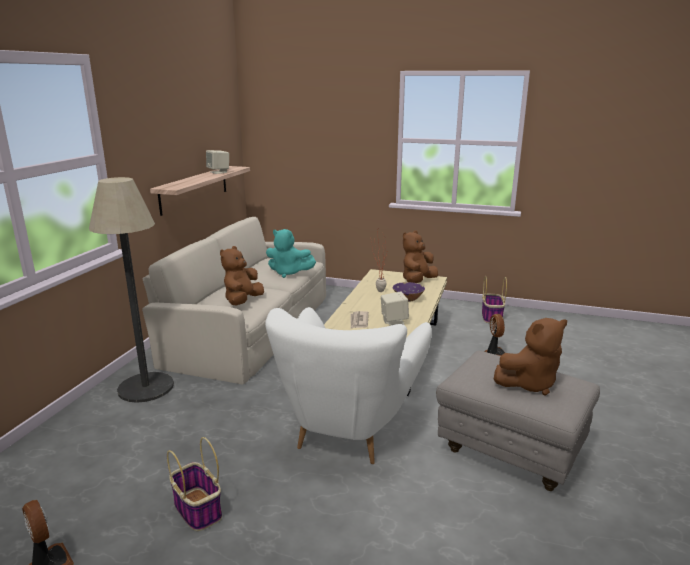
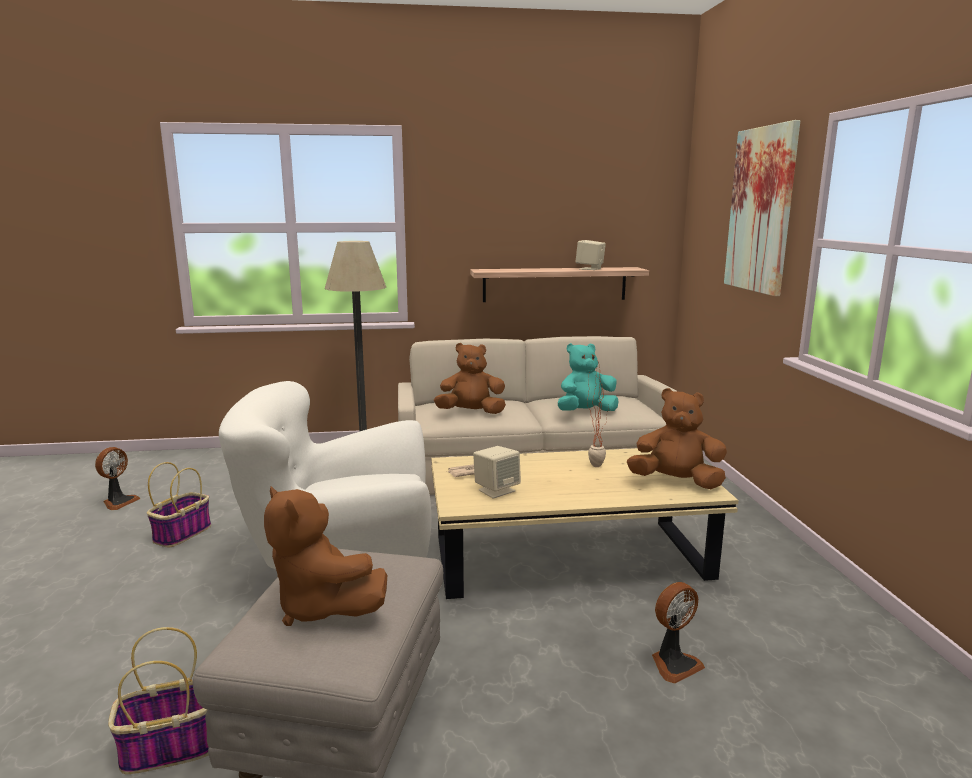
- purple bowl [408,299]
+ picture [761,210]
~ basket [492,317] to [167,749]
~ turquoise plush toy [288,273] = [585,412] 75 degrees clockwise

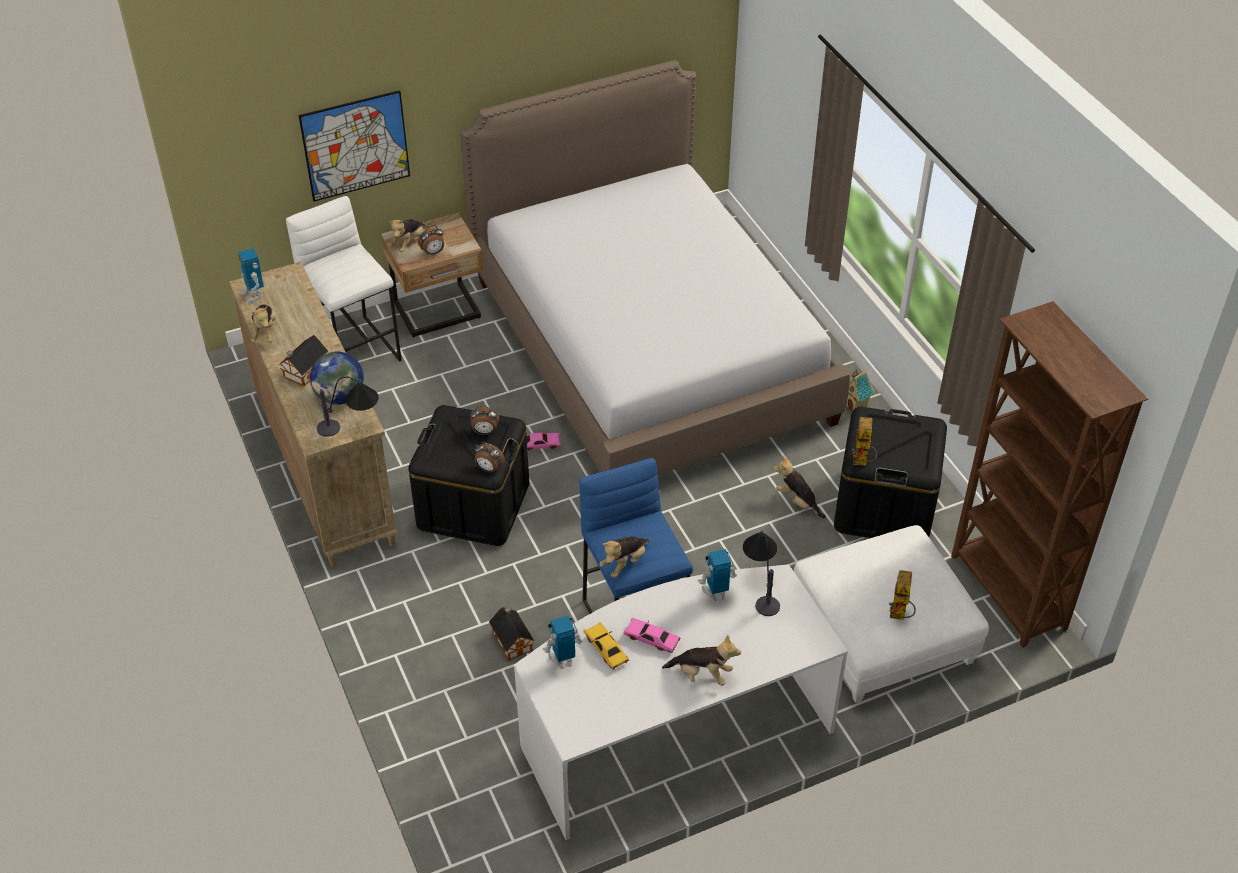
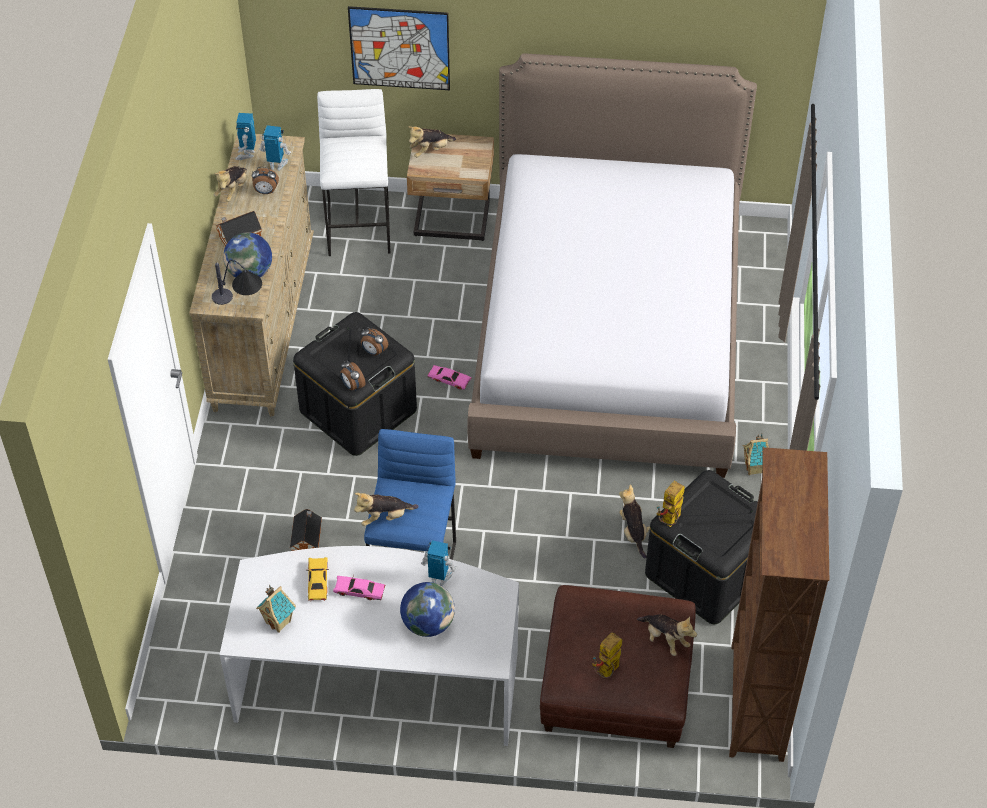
- table lamp [760,586]
+ toy house [279,622]
+ globe [428,623]
~ alarm clock [433,252] to [266,192]
~ toy robot [563,660] to [277,165]
~ plush toy [702,674] to [665,639]
~ white ottoman [883,633] to brown ottoman [615,684]
~ pink toy car [651,639] = [359,591] 45 degrees counterclockwise

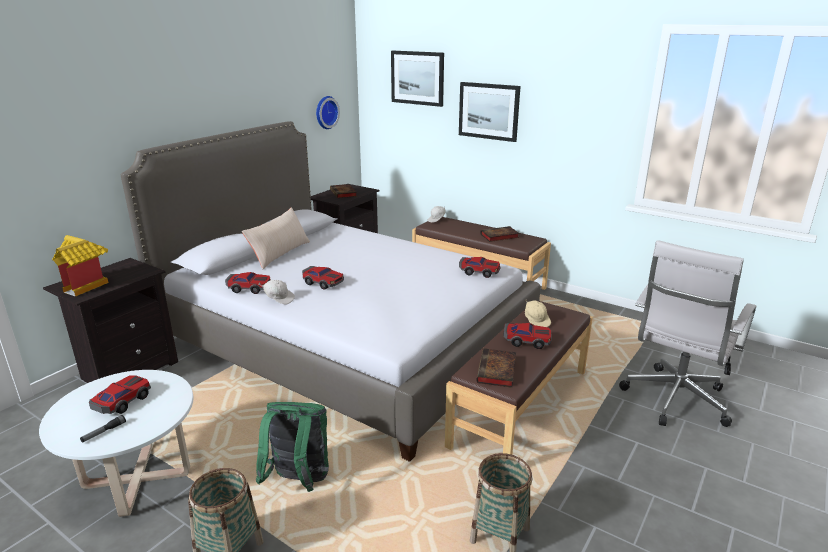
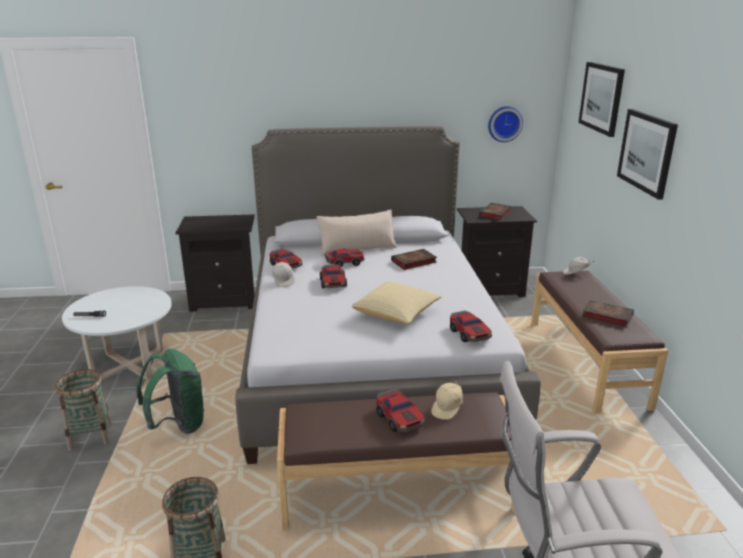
- toy house [87,285]
+ pillow [396,314]
~ toy car [122,401] to [345,262]
~ book [497,371] to [413,262]

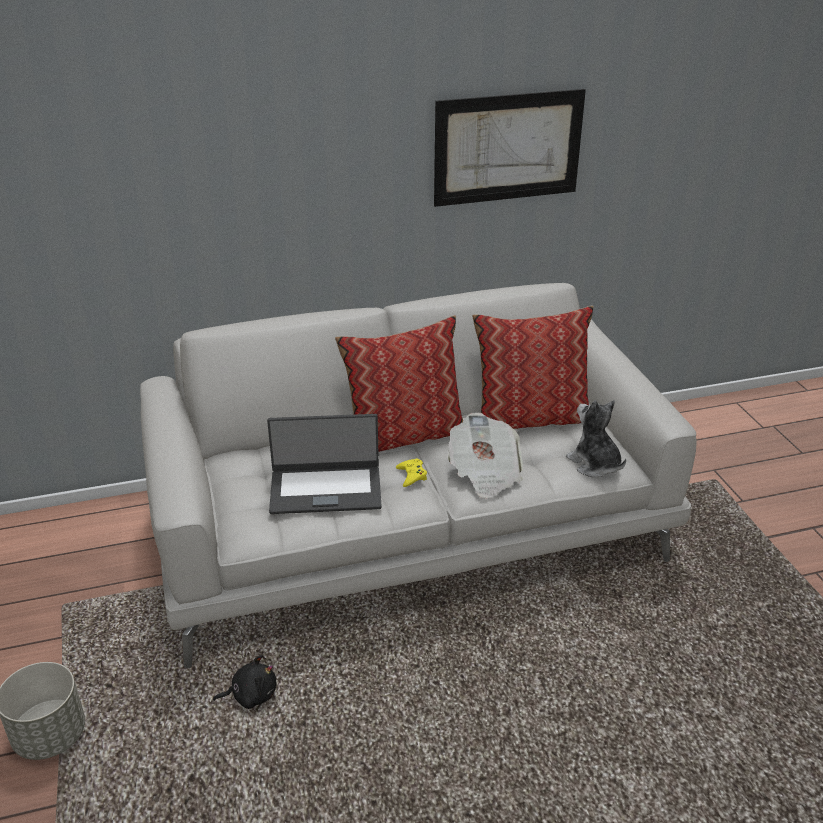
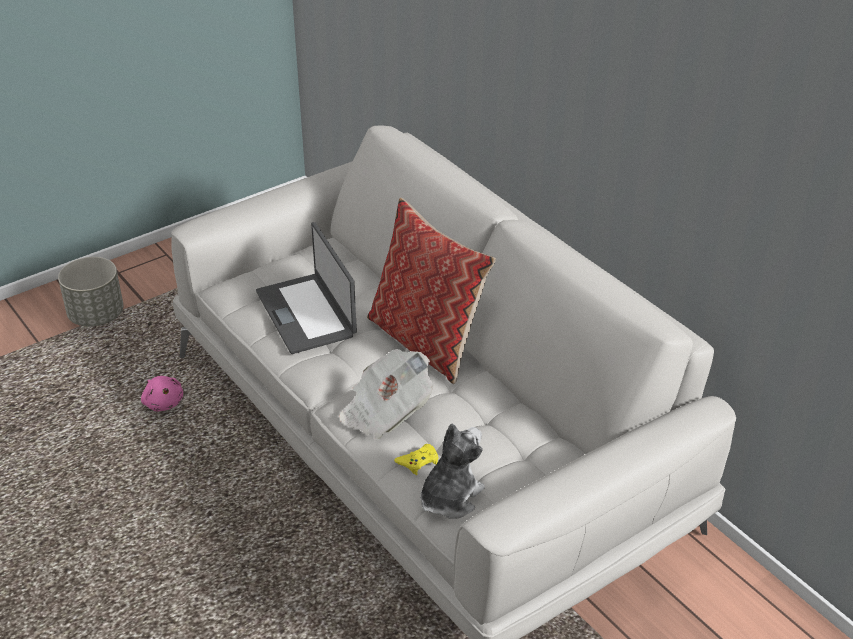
- picture [508,147]
- pillow [530,418]
~ yellow game controller [412,475] to [418,462]
~ black plush toy [251,695] to pink plush toy [163,402]

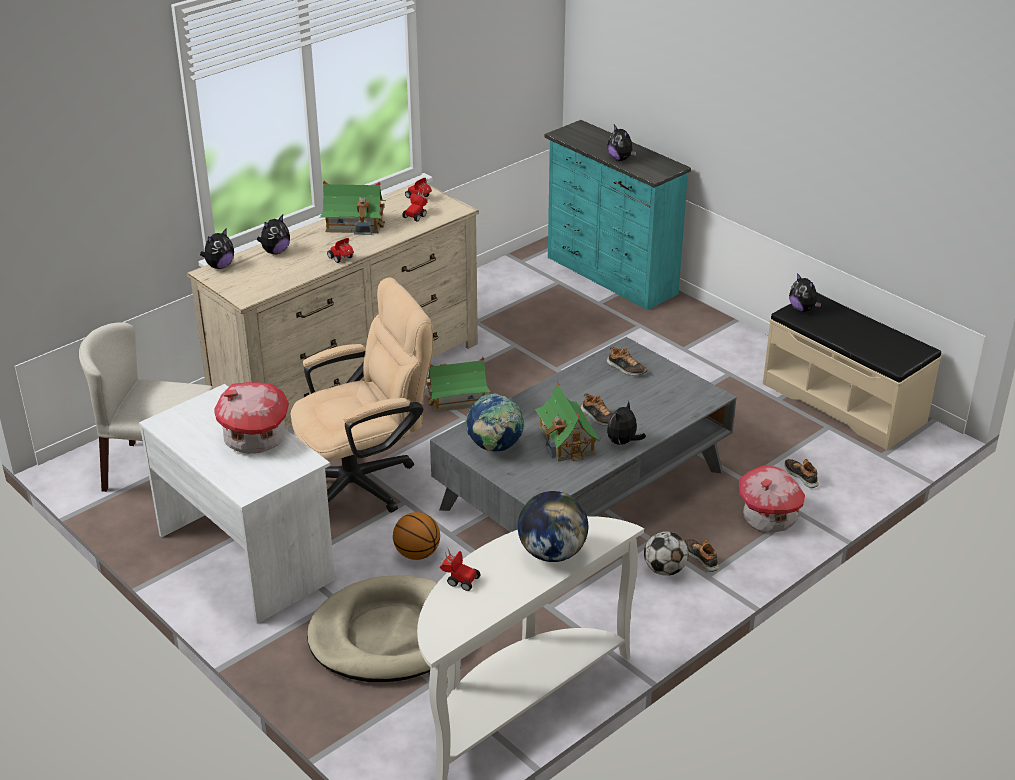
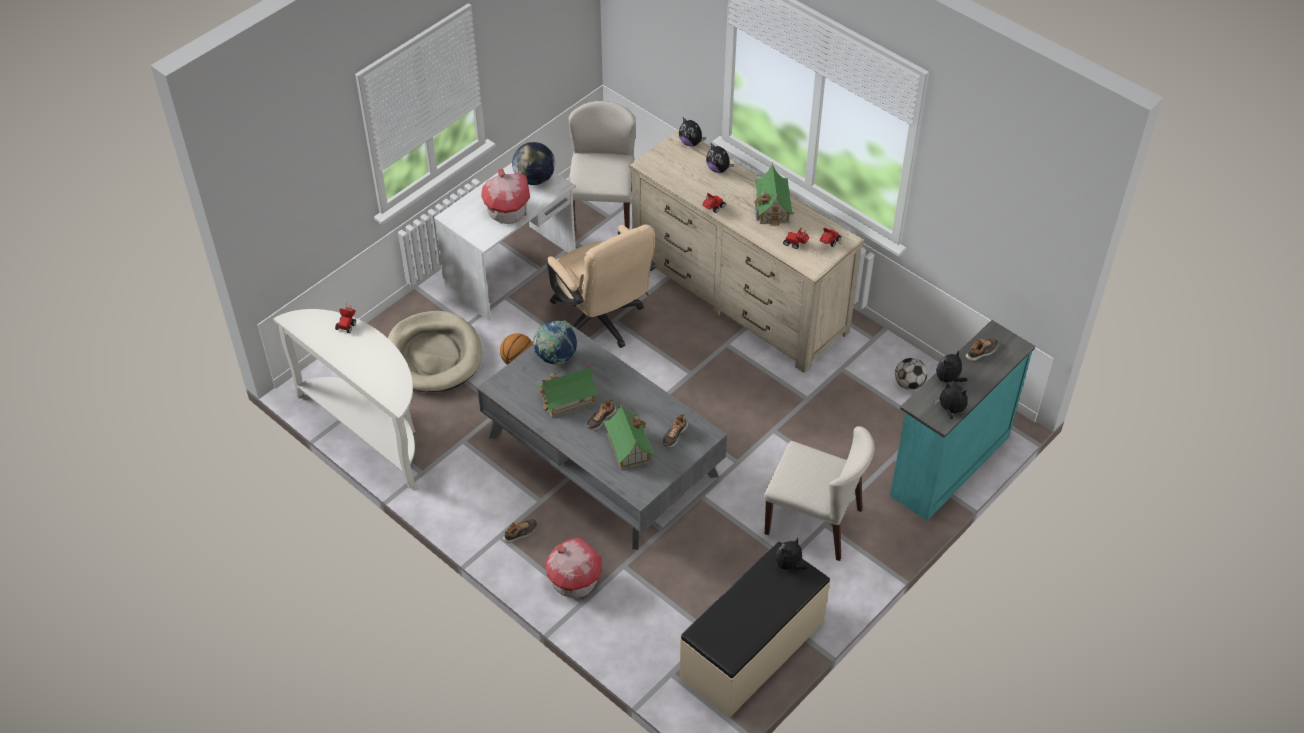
+ beige chair [814,521]
~ toy house [457,399] to [628,447]
~ globe [552,553] to [534,179]
~ plush toy [623,442] to [950,410]
~ football [664,570] to [909,384]
~ shoe [801,476] to [982,351]

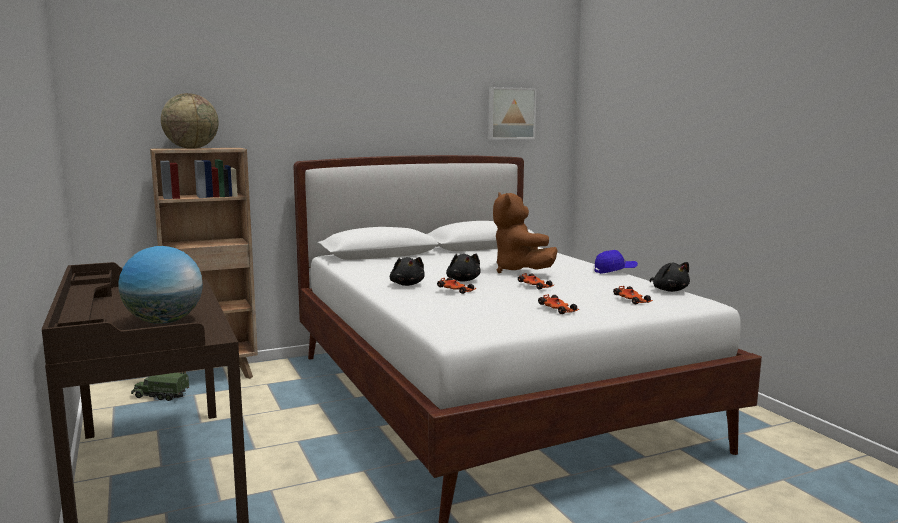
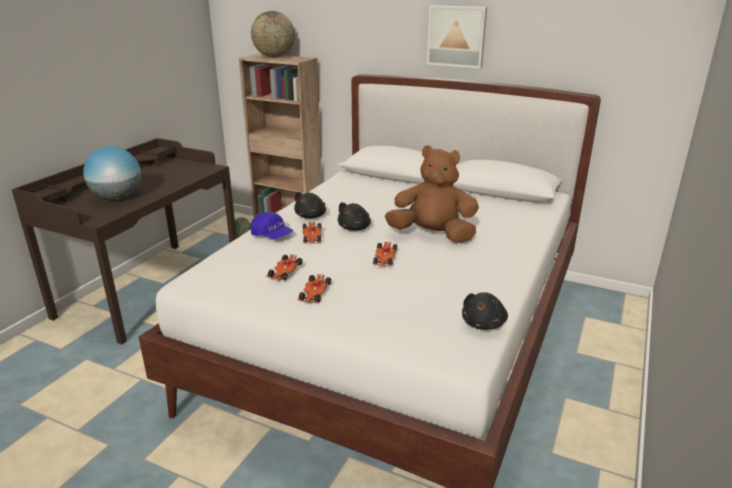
~ picture [510,113] to [457,36]
~ blue cap [615,271] to [272,235]
~ toy car [632,300] to [284,272]
~ brown plush toy [519,271] = [432,235] 75 degrees clockwise

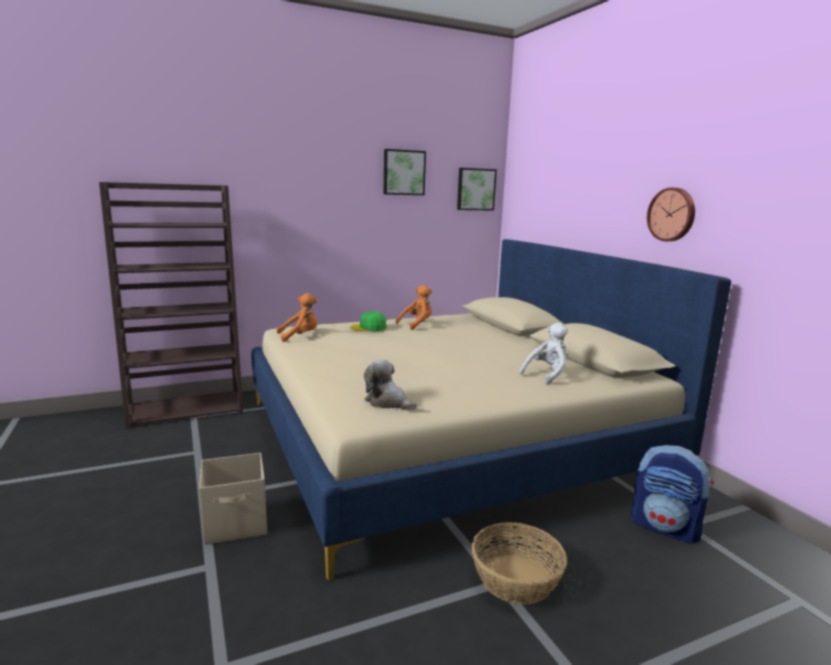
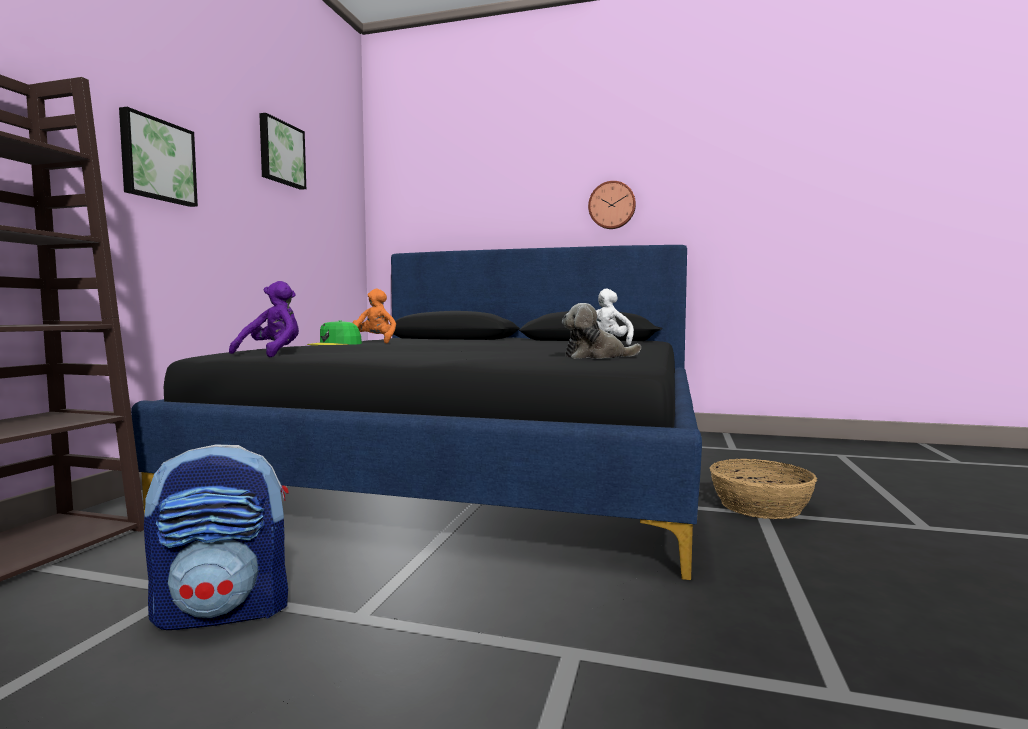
- beige storage box [236,524]
~ picture [475,189] to [157,160]
~ backpack [665,528] to [225,611]
~ beige bed [447,438] to black bed [482,463]
~ orange plush toy [300,336] to purple plush toy [273,354]

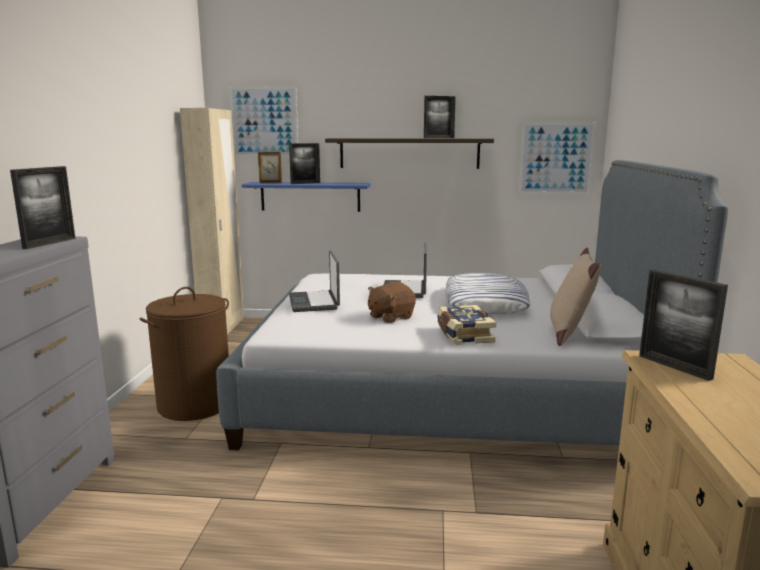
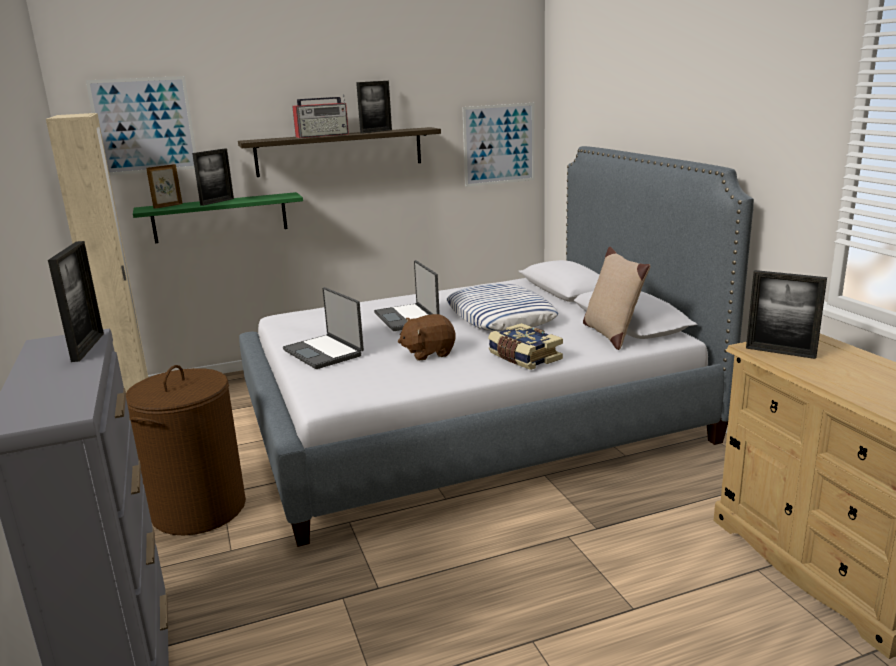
+ radio [323,135]
~ blue shelf [310,196] to green shelf [220,217]
~ brown plush toy [390,317] = [428,353] 45 degrees clockwise

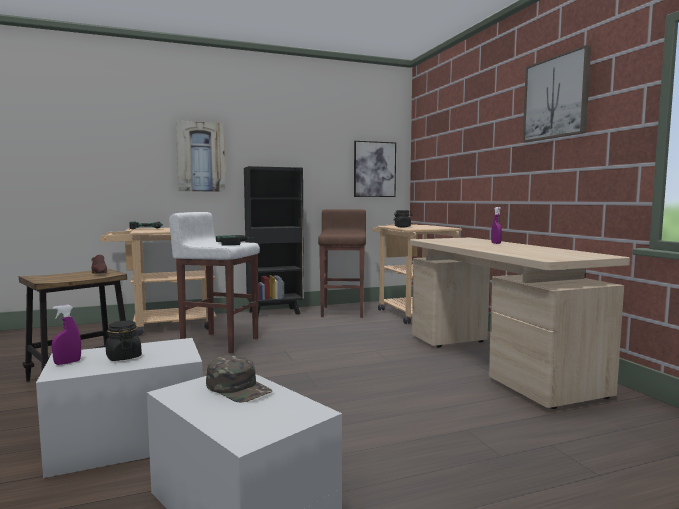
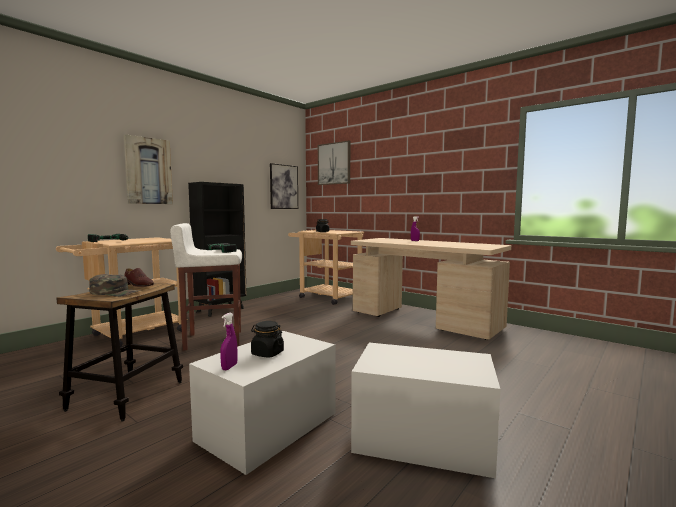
- brown stool [343,311]
~ green cap [238,388] to [116,292]
~ picture [556,98] to [334,163]

